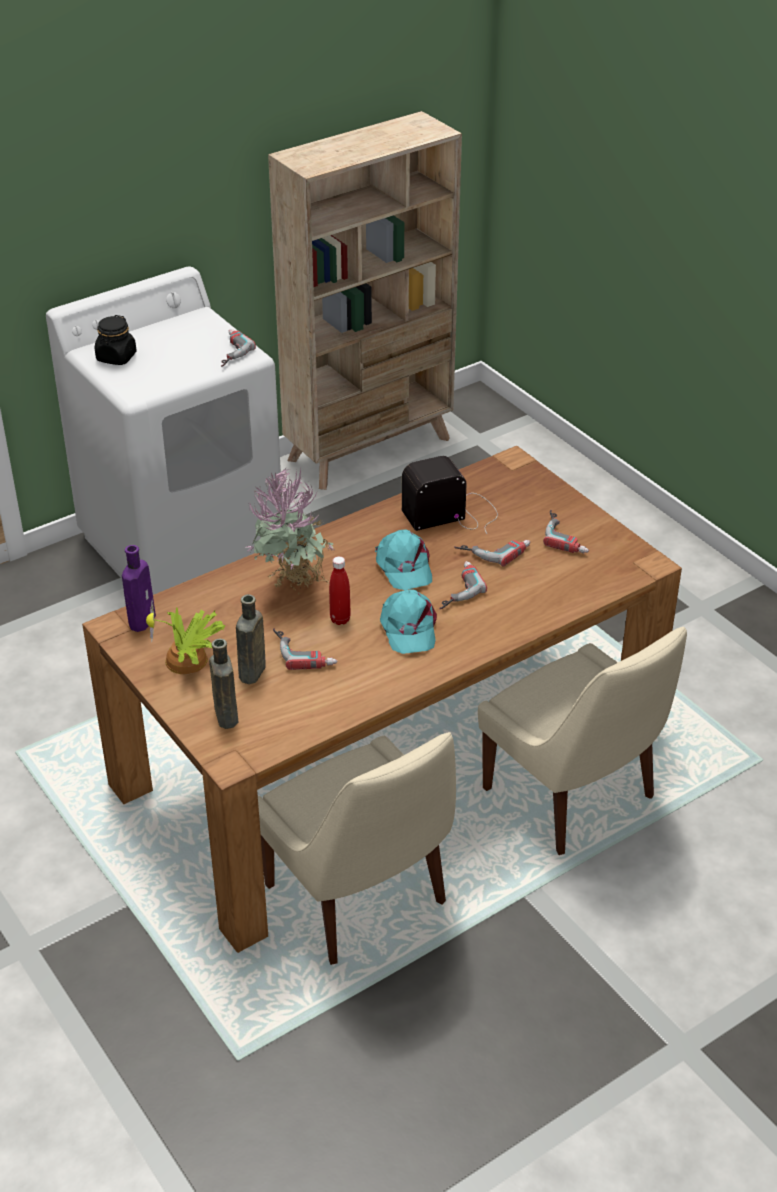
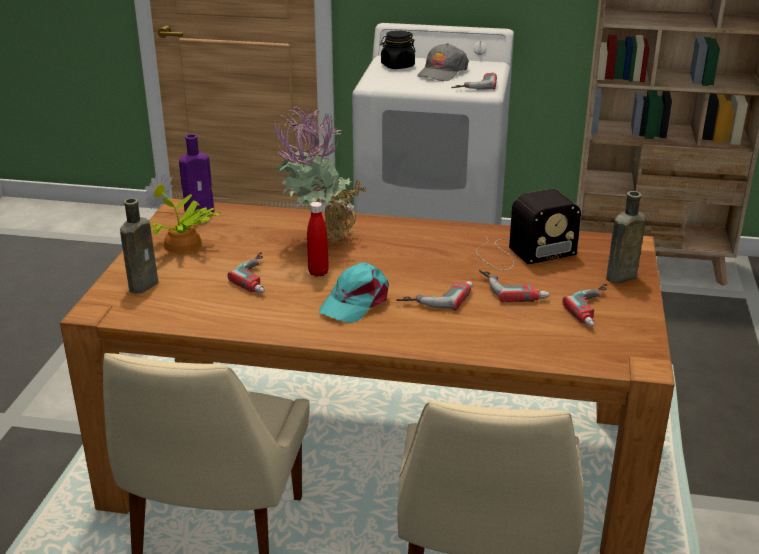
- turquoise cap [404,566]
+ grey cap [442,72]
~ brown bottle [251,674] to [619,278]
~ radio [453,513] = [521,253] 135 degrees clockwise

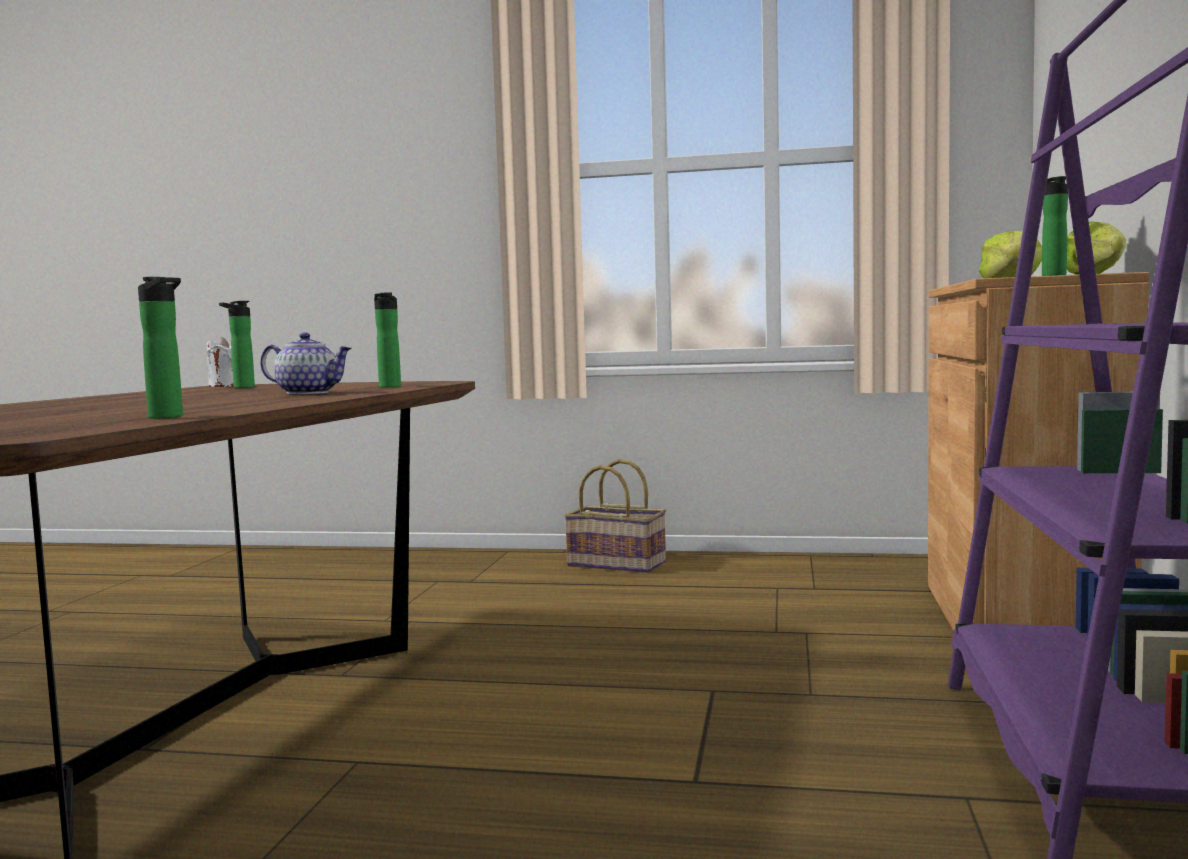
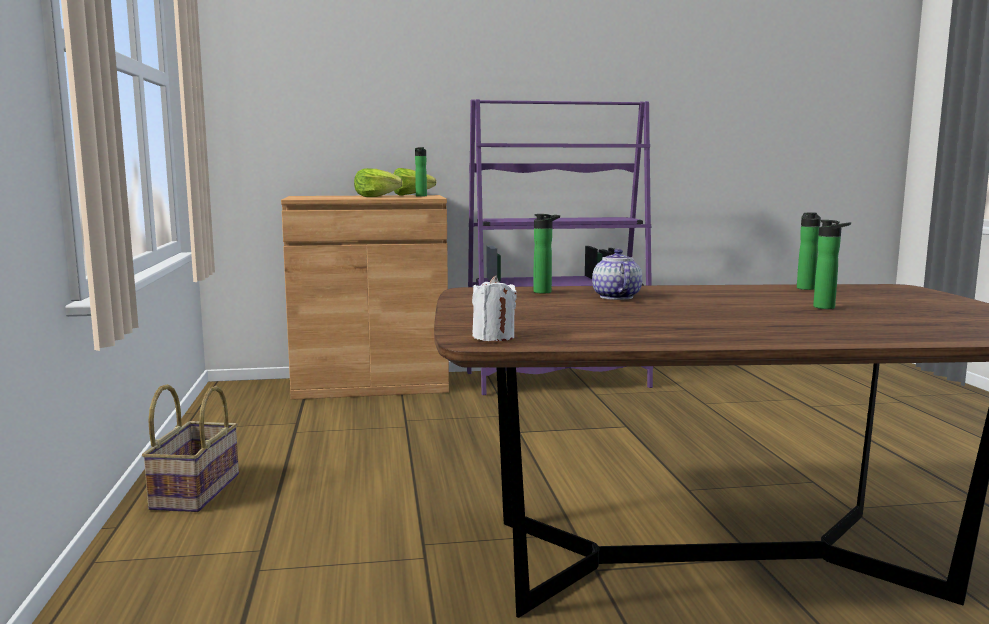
~ bottle [240,387] to [827,307]

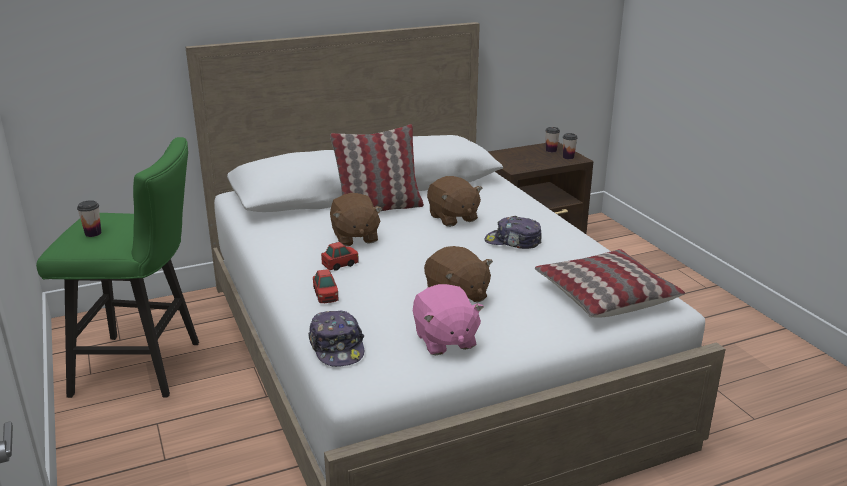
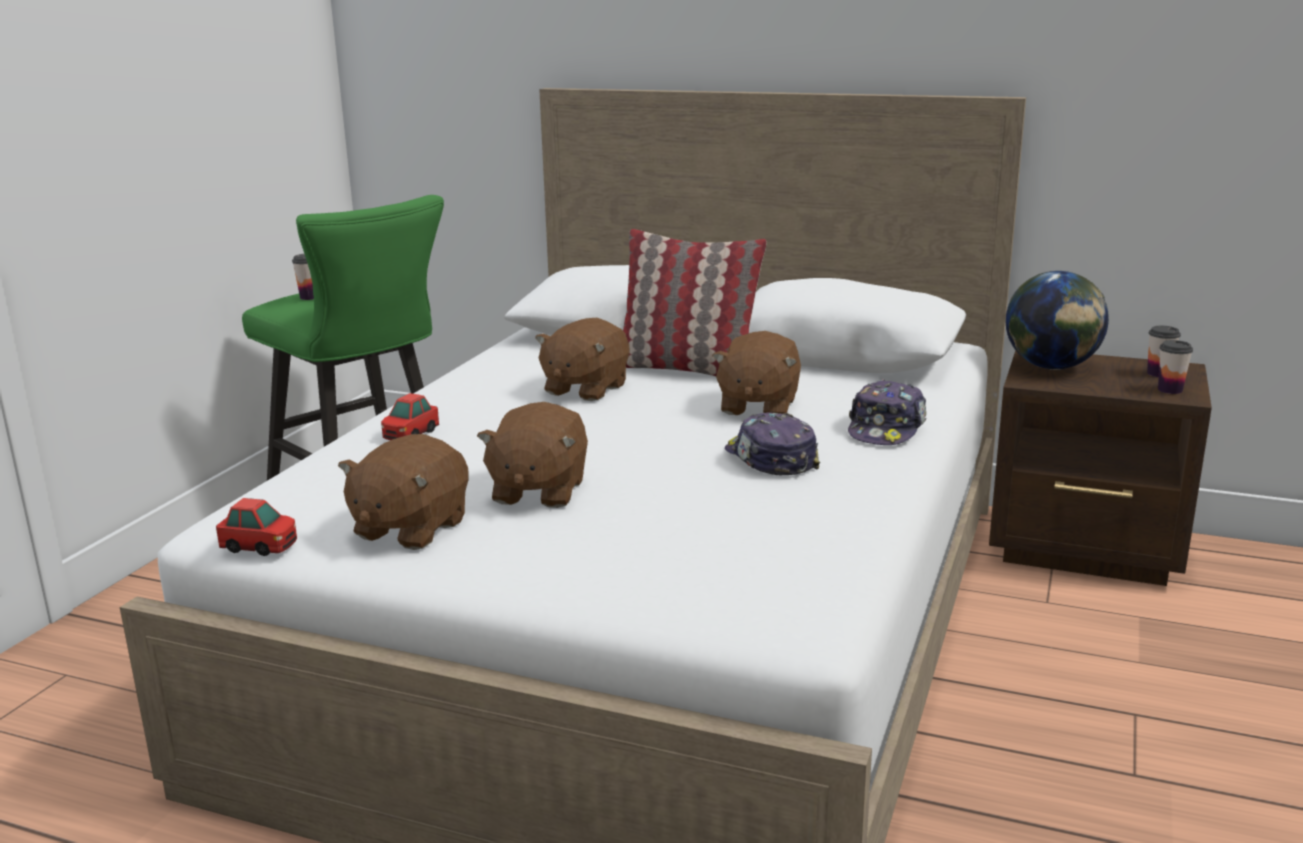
- pillow [604,296]
+ globe [1051,367]
~ cap [337,347] to [886,429]
~ toy car [340,264] to [260,546]
~ pink plush toy [444,340] to brown plush toy [409,528]

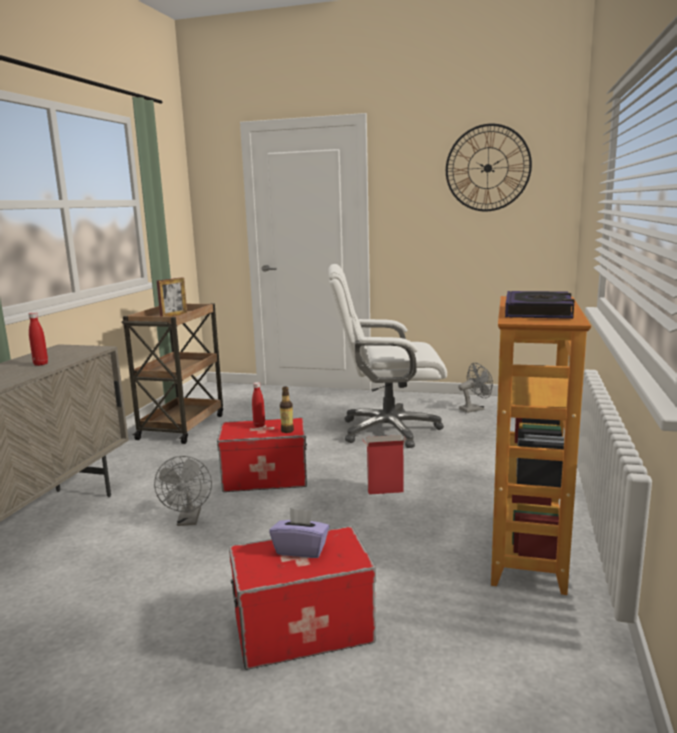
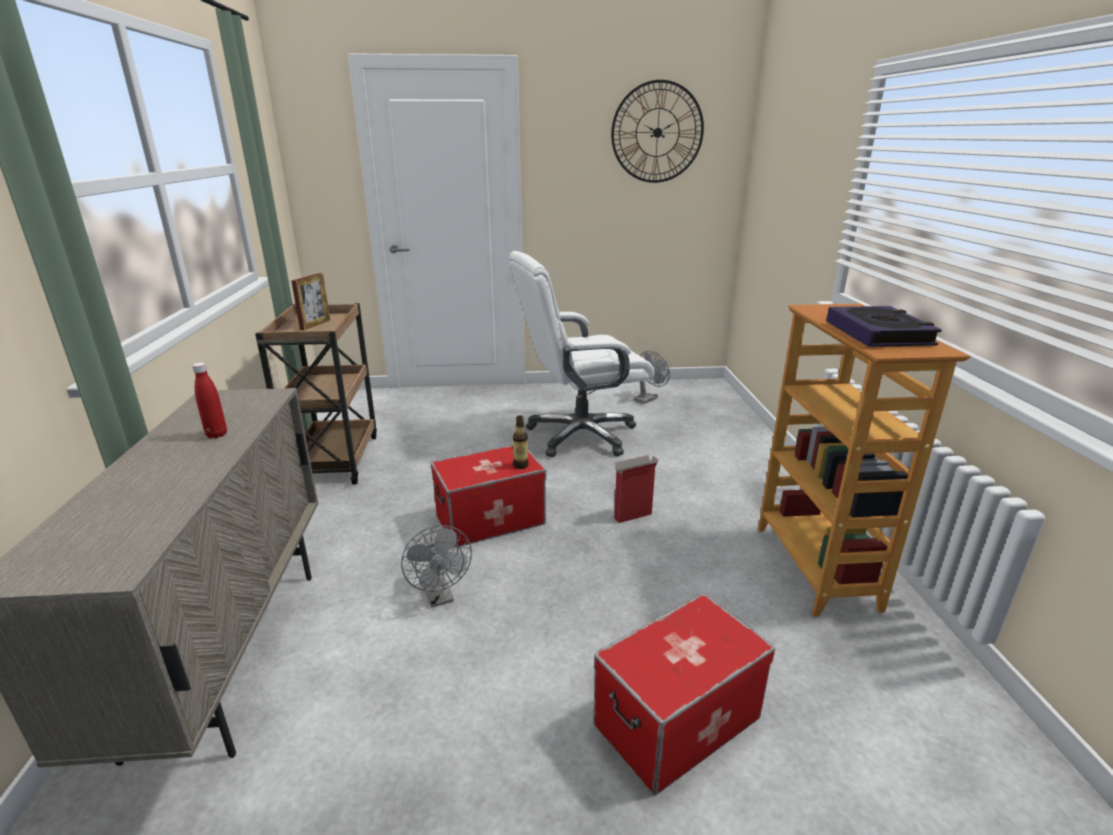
- red bottle [259,425]
- purple tissue box [301,549]

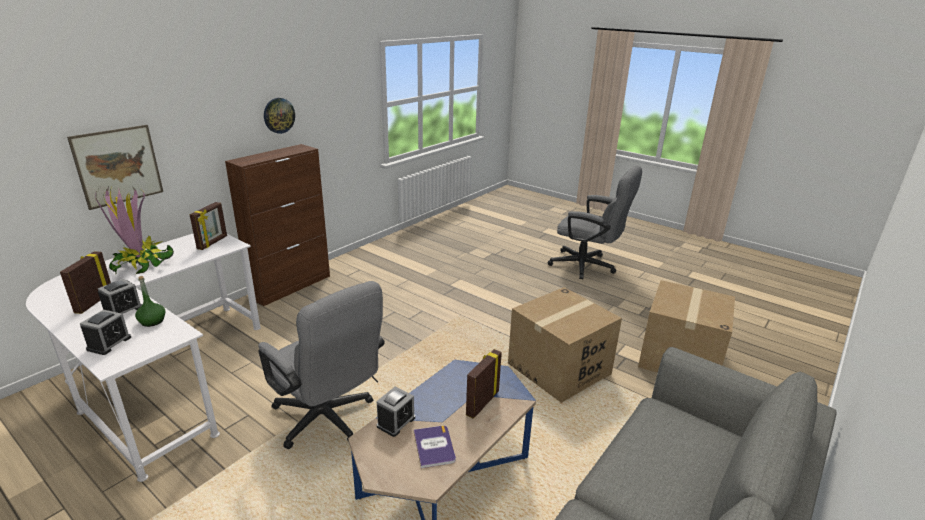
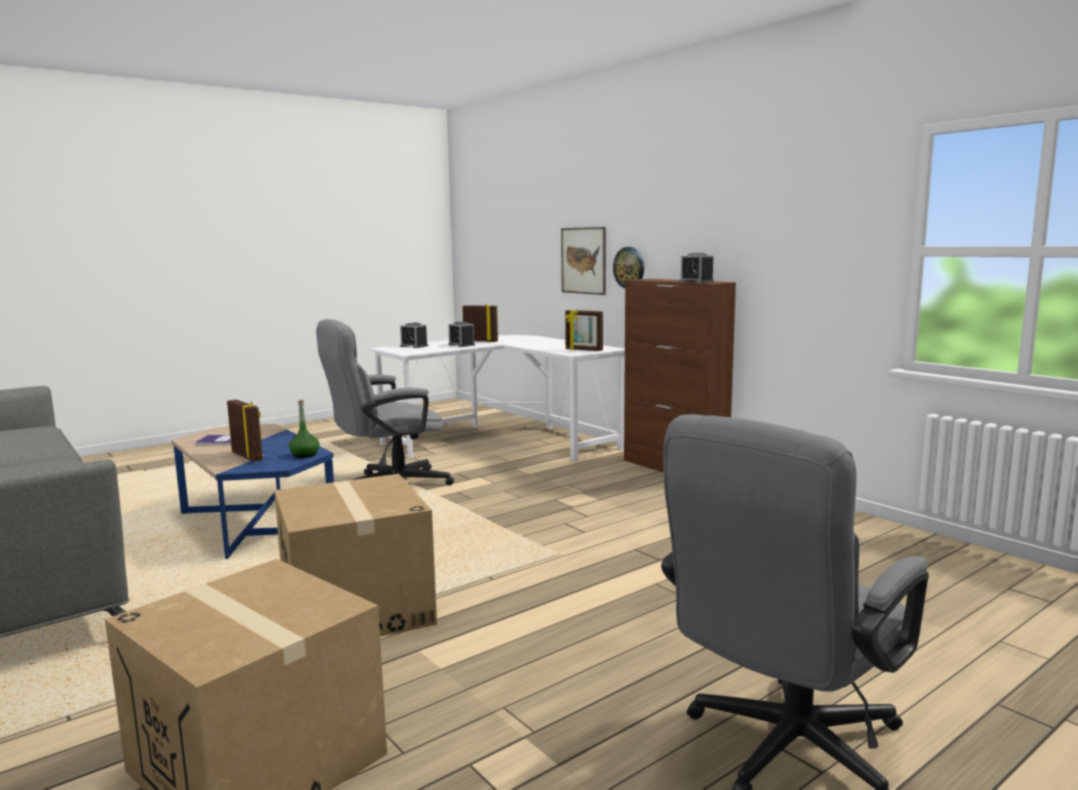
- potted plant [141,264]
~ green bottle [152,321] to [304,455]
~ wall clock [279,115] to [629,267]
~ alarm clock [396,422] to [696,282]

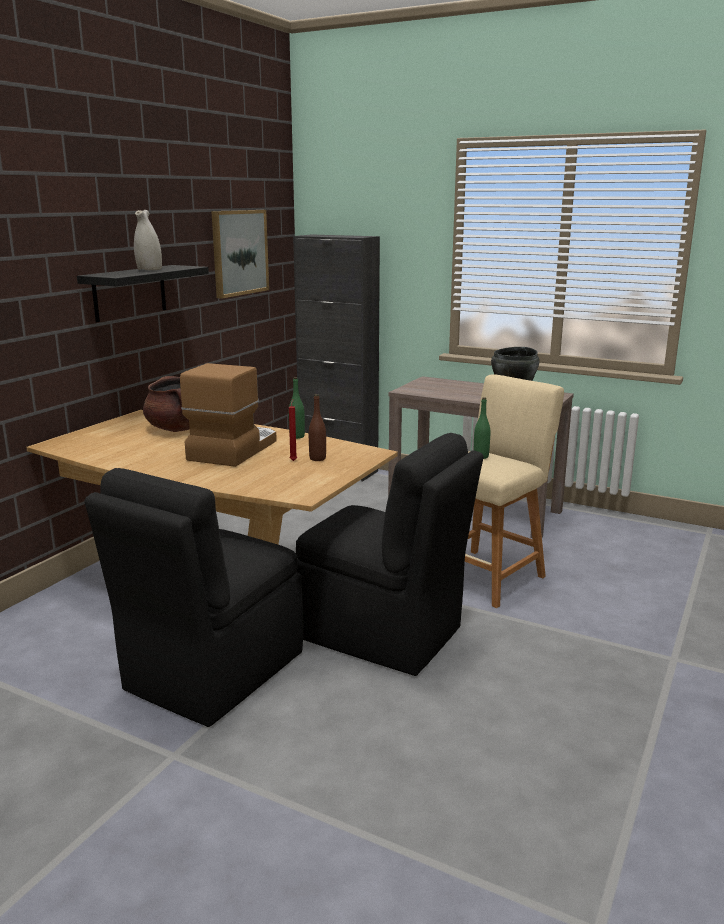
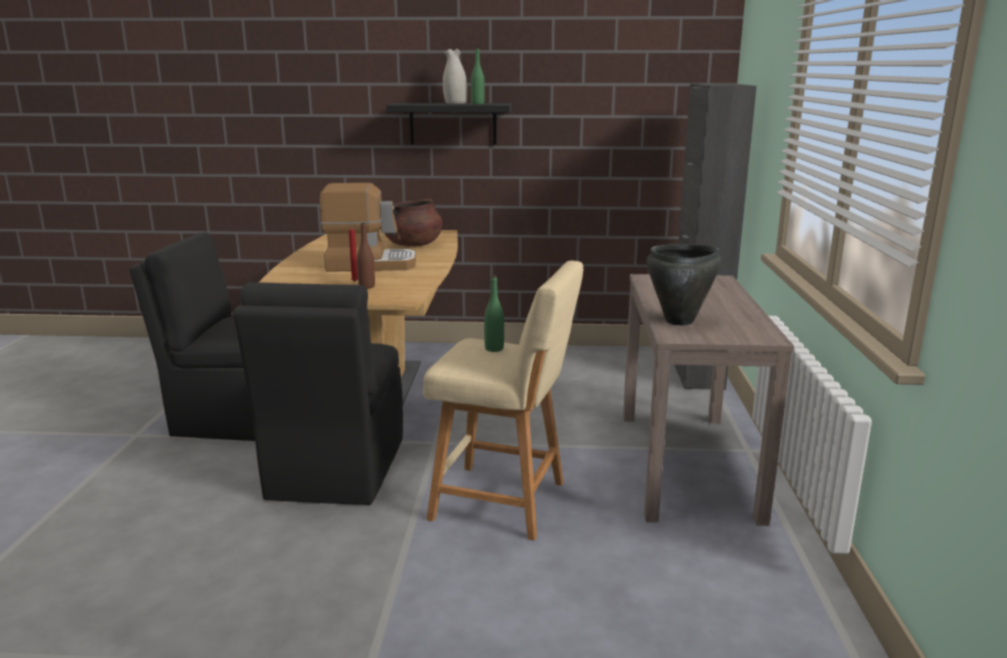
- picture [239,252]
~ green bottle [297,436] to [477,104]

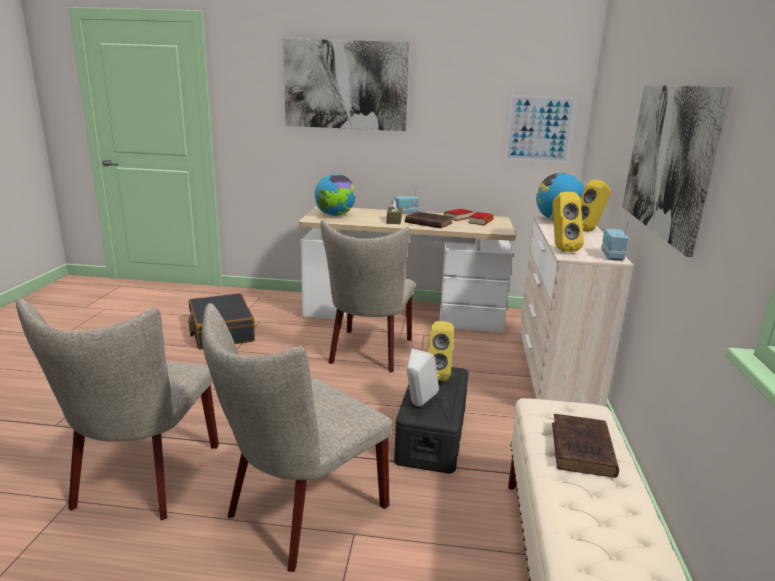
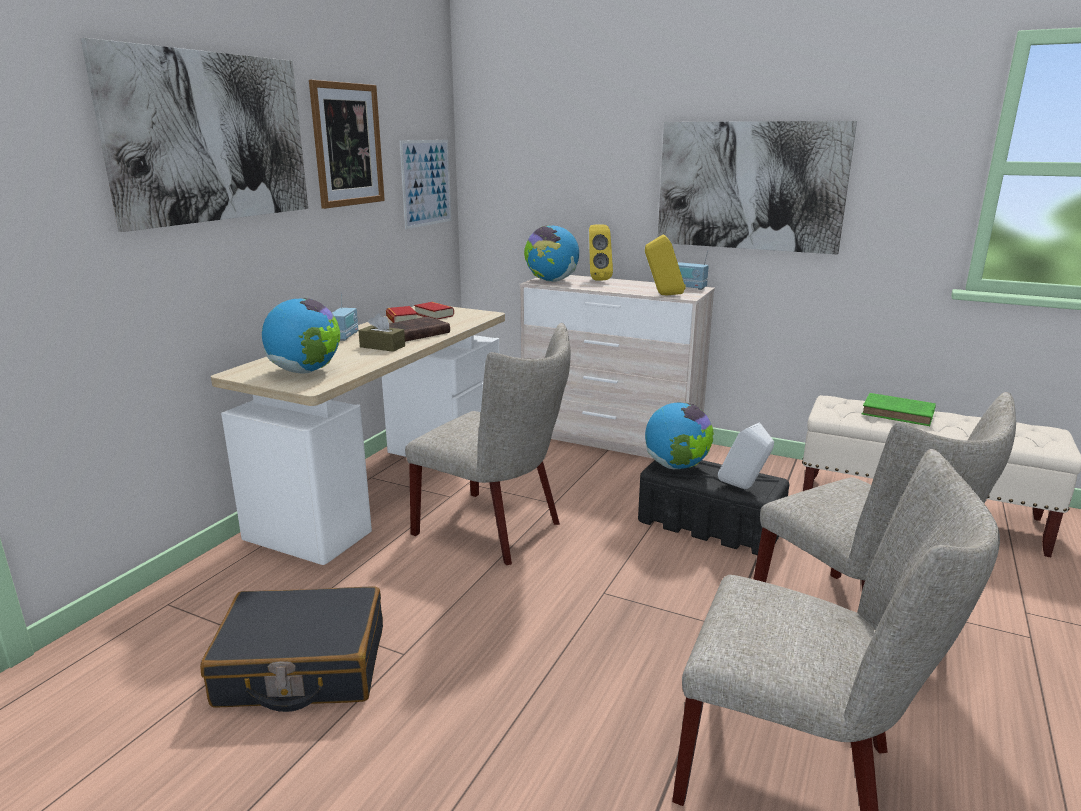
+ picture [347,145]
~ yellow speaker [439,375] to globe [676,466]
~ brown book [582,451] to green book [900,414]

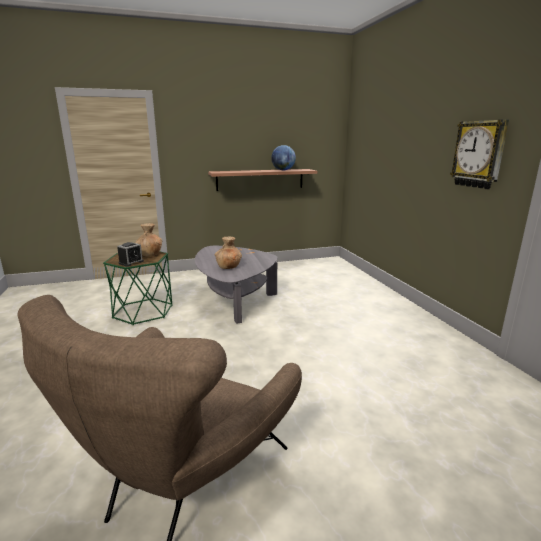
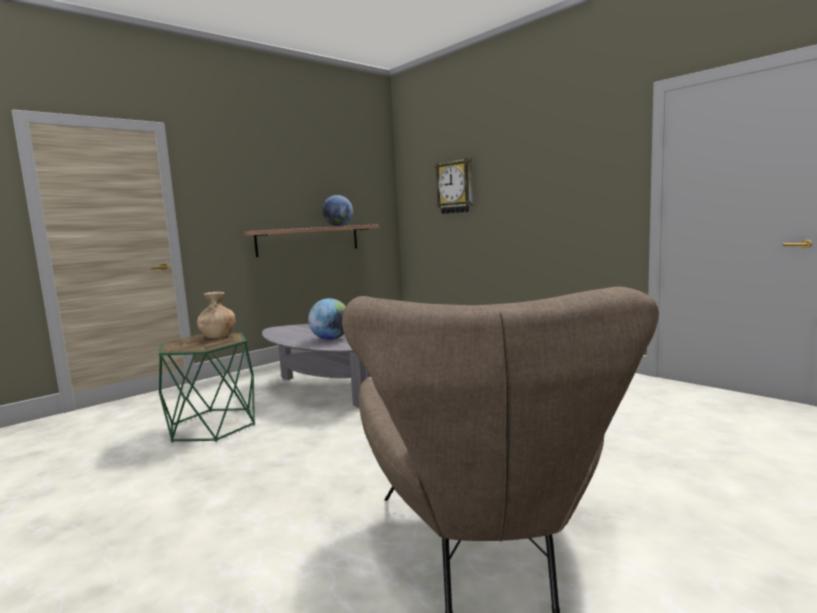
- alarm clock [131,262]
~ wall clock [479,154] to [455,187]
~ brown vase [229,267] to globe [331,339]

